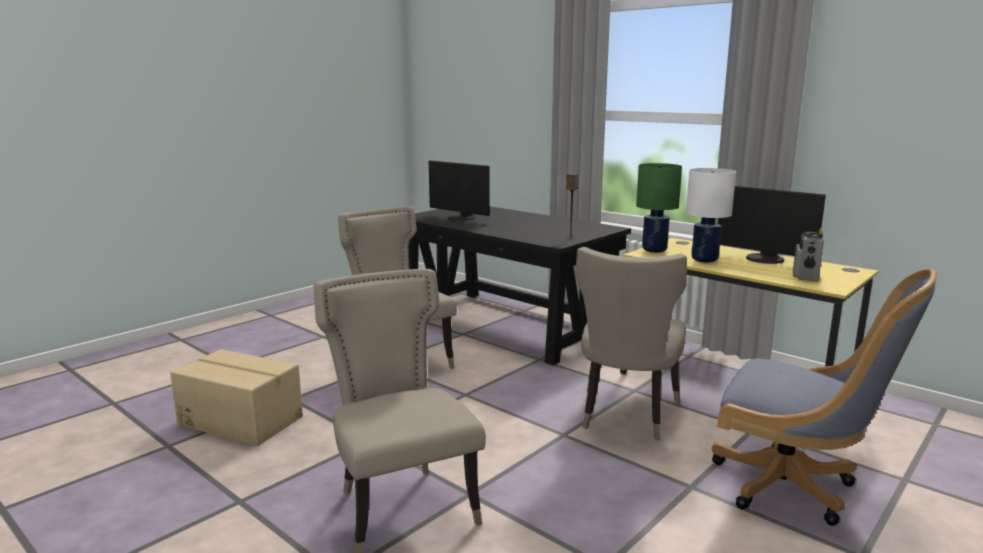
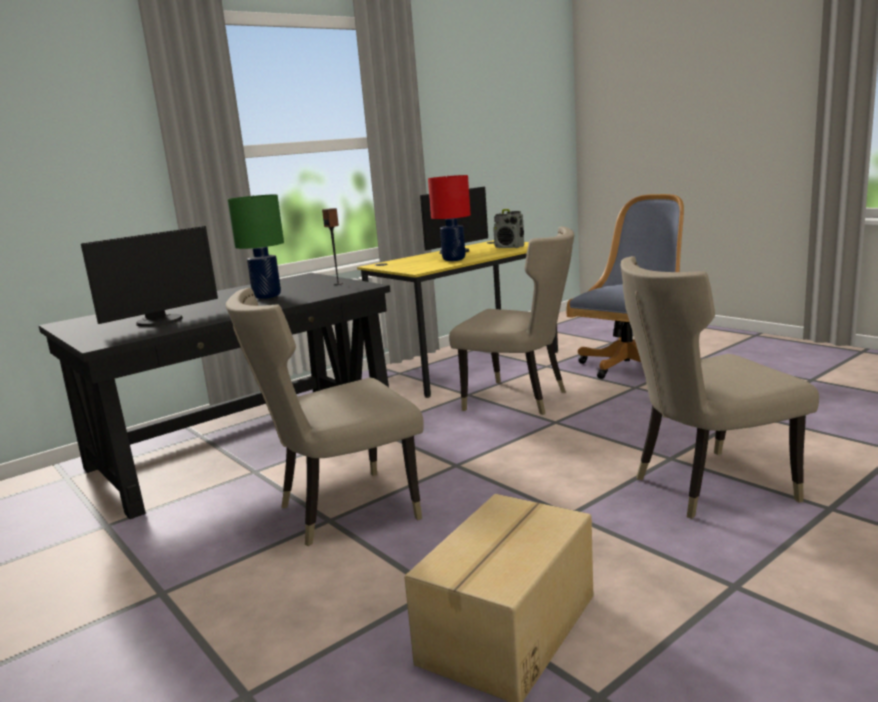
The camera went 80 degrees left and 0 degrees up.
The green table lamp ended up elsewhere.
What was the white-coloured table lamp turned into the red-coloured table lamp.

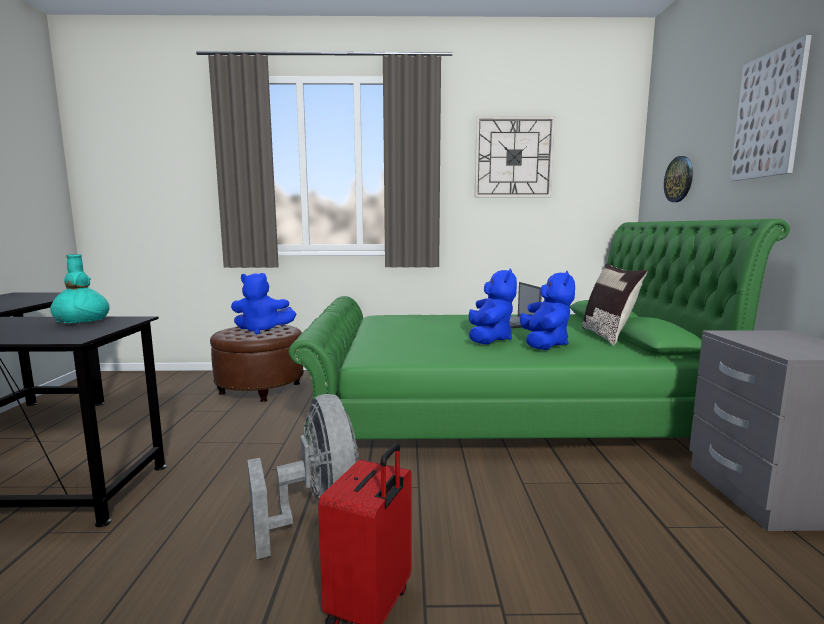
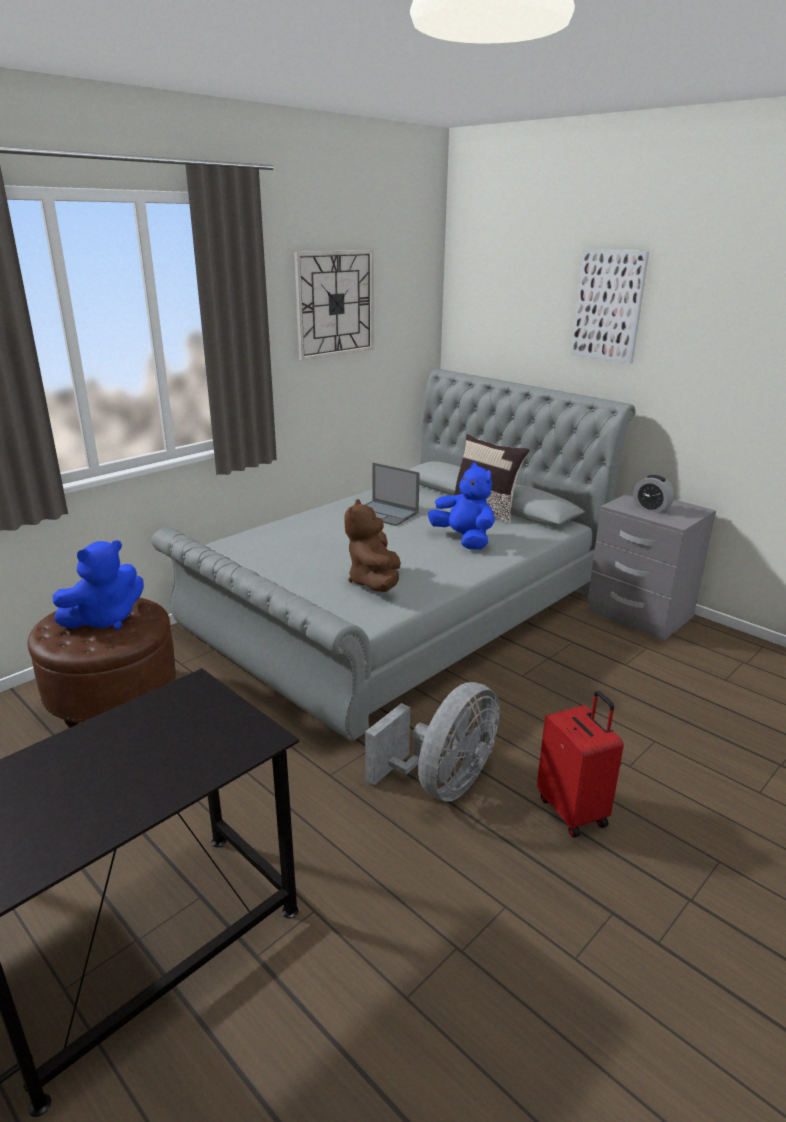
The camera went 45 degrees left and 15 degrees up.
The second view lost the blue-green flower vase.
The greyish cooling fan ended up facing another way, 105 degrees clockwise from before.
What was the green bed turned into the greyish bed.
The second view lost the bluish soft toy (2nd from left).
The second view lost the wall clock (2nd from left).
The second view gained the brown soft toy.
The second view gained the bedside clock.

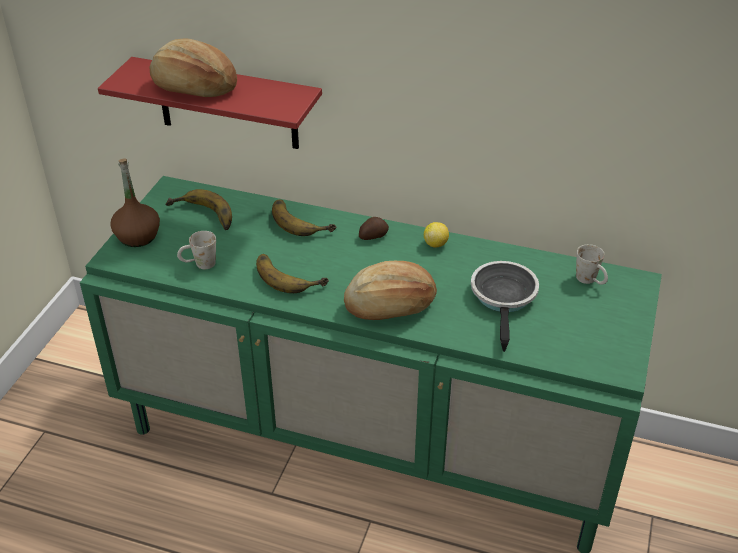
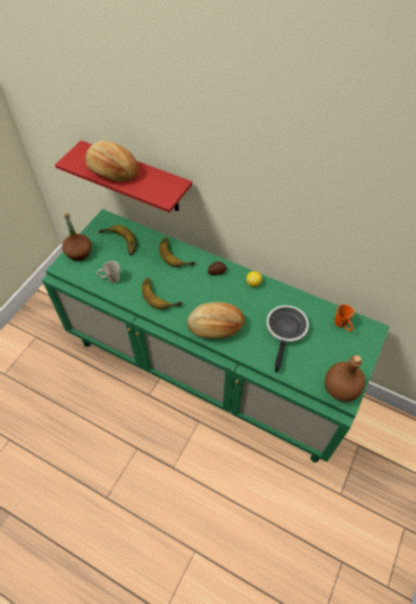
The camera went 10 degrees right and 15 degrees up.
What was the white-coloured mug (2nd from left) turned into the orangey mug.
The second view gained the brown bottle (2nd from left).

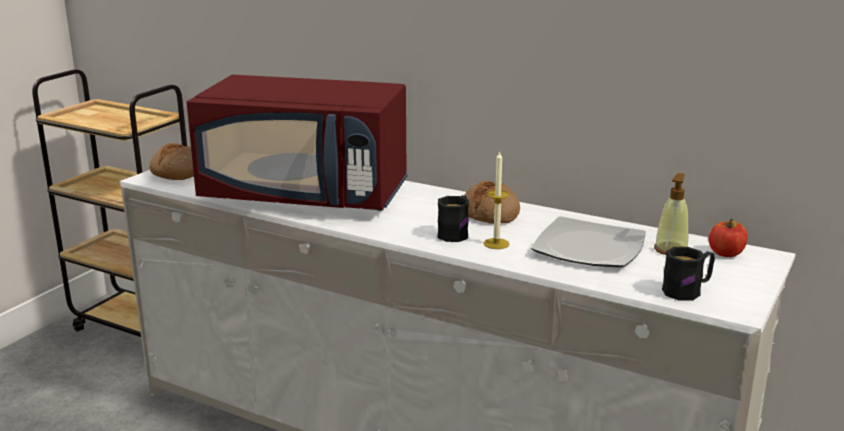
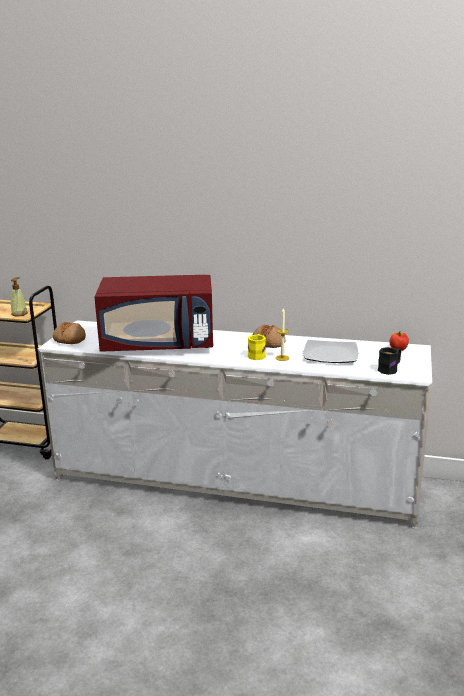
The camera went 15 degrees left and 0 degrees up.
What was the black-coloured mug (1st from left) turned into the yellow-coloured mug.
The liquid soap bottle ended up elsewhere.

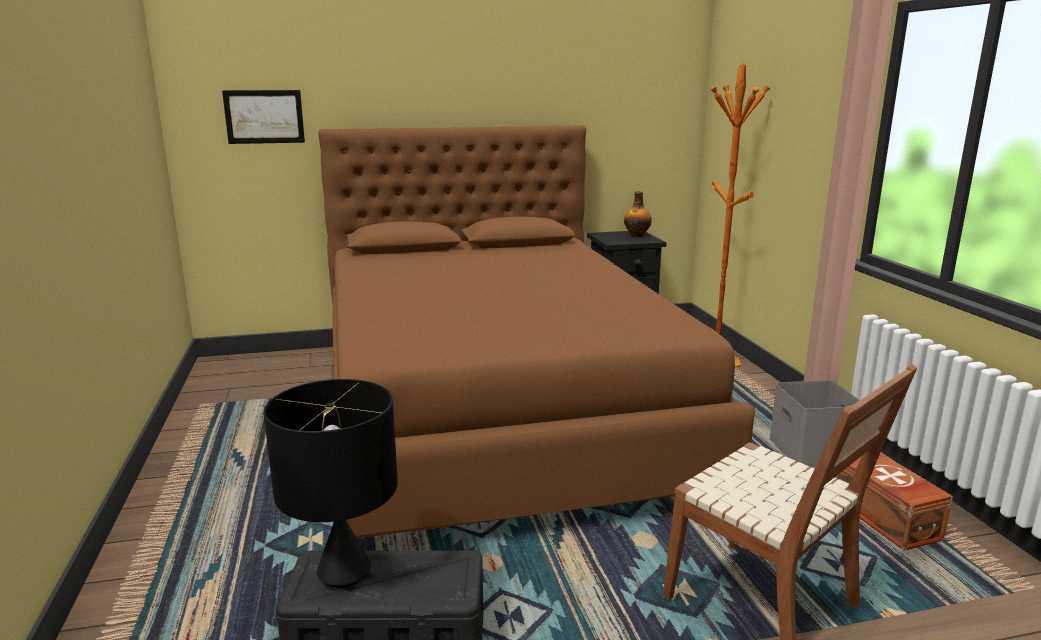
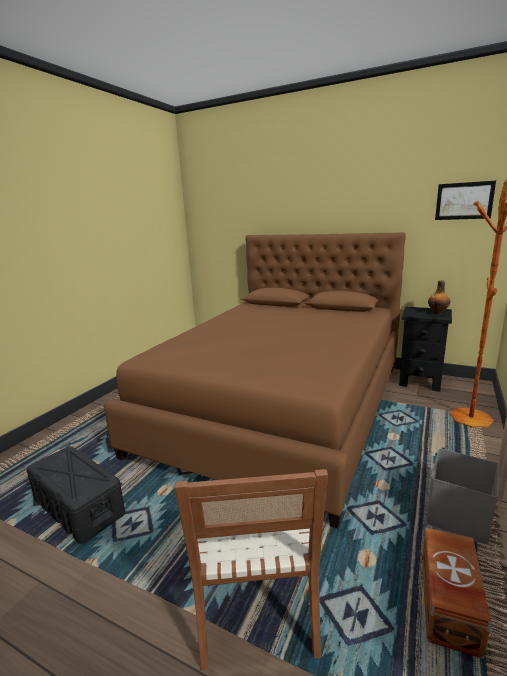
The camera went 40 degrees right and 0 degrees up.
The wall art ended up elsewhere.
The second view lost the black-coloured table lamp.

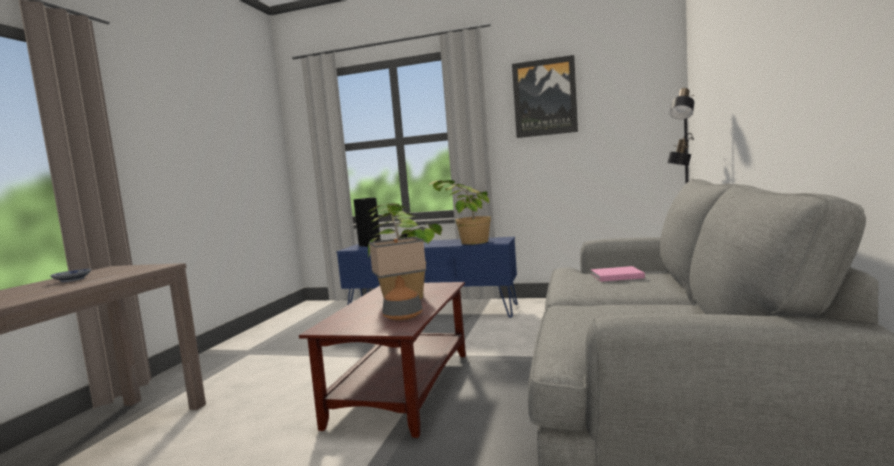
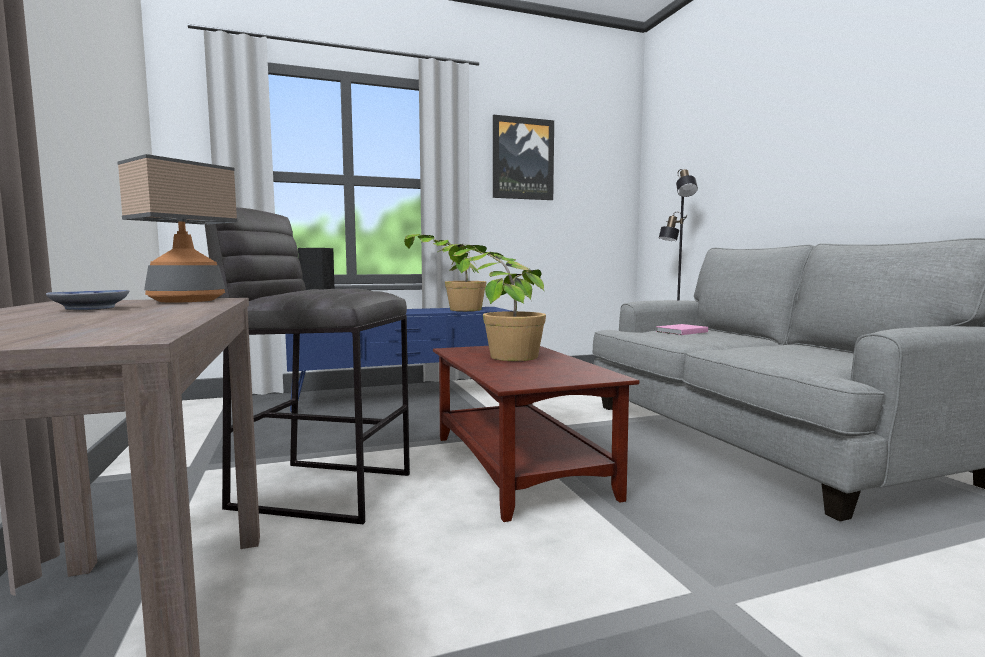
The camera went 35 degrees left and 0 degrees up.
The table lamp ended up elsewhere.
The second view gained the greyish stool.

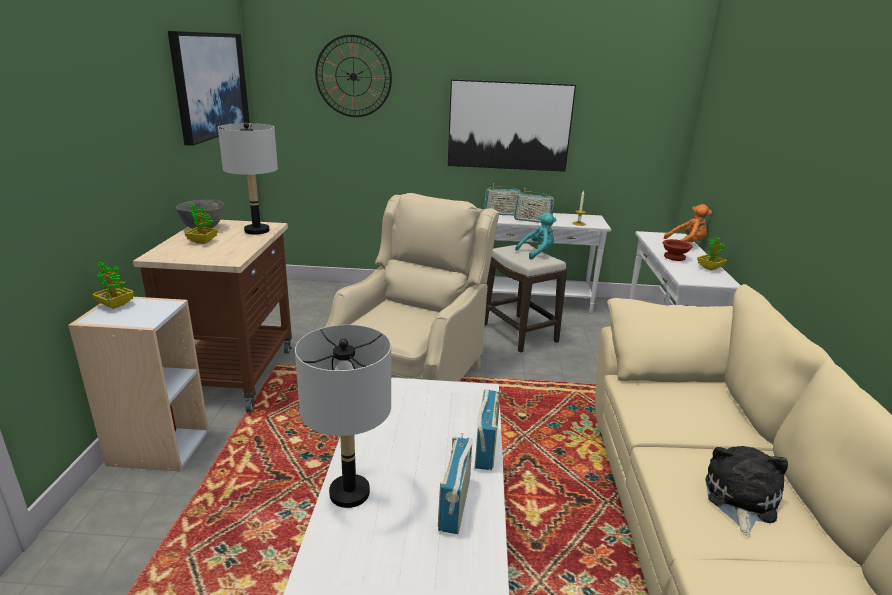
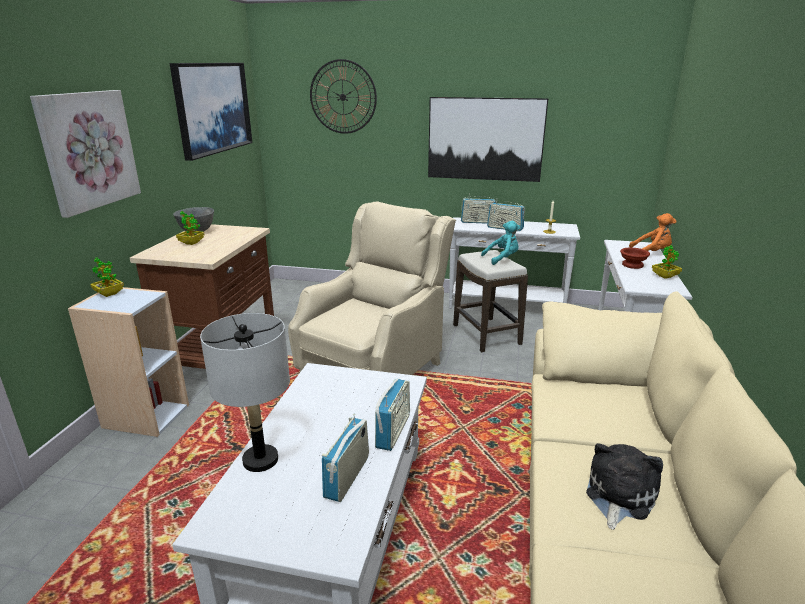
The camera went 10 degrees right and 0 degrees up.
The second view lost the greyish table lamp (1st from left).
The second view gained the wall art (1st from left).

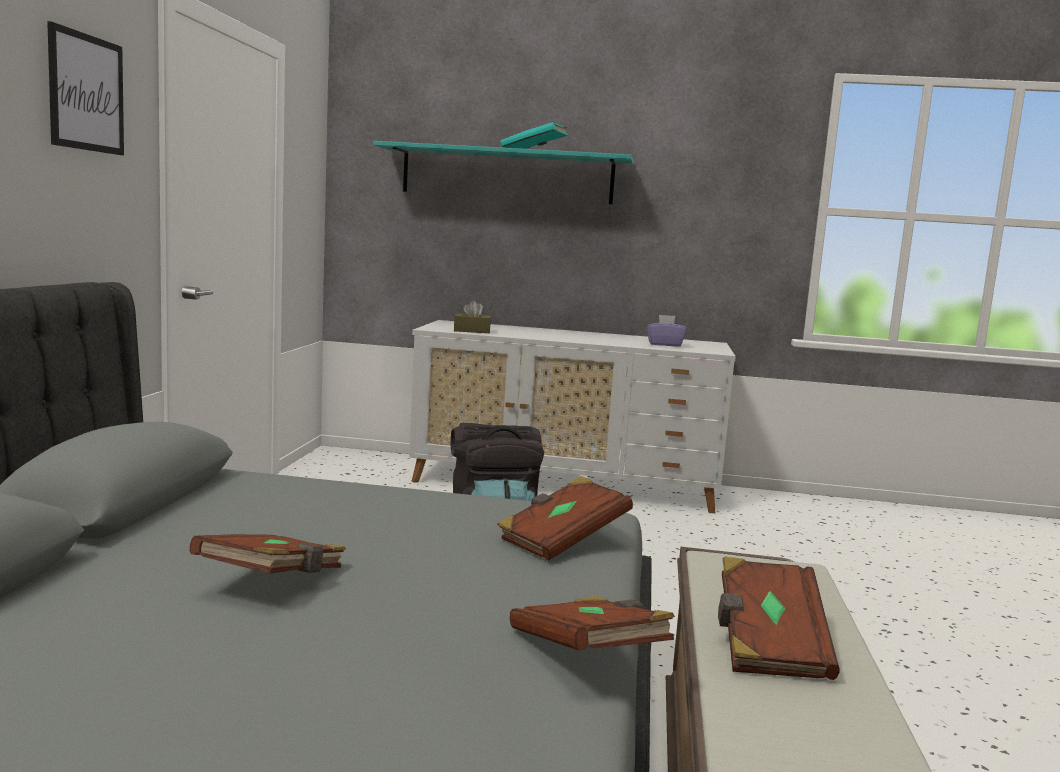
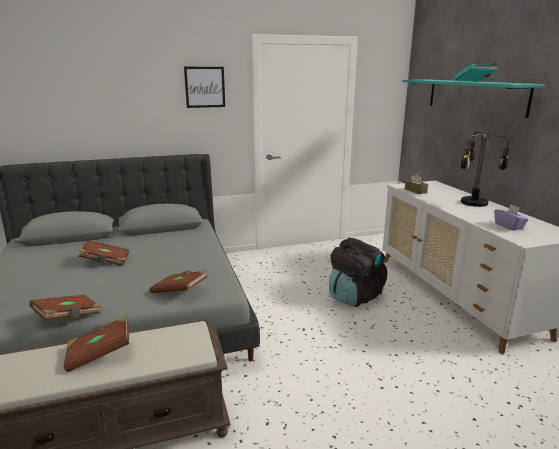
The camera went 65 degrees right and 10 degrees up.
The second view gained the table lamp.

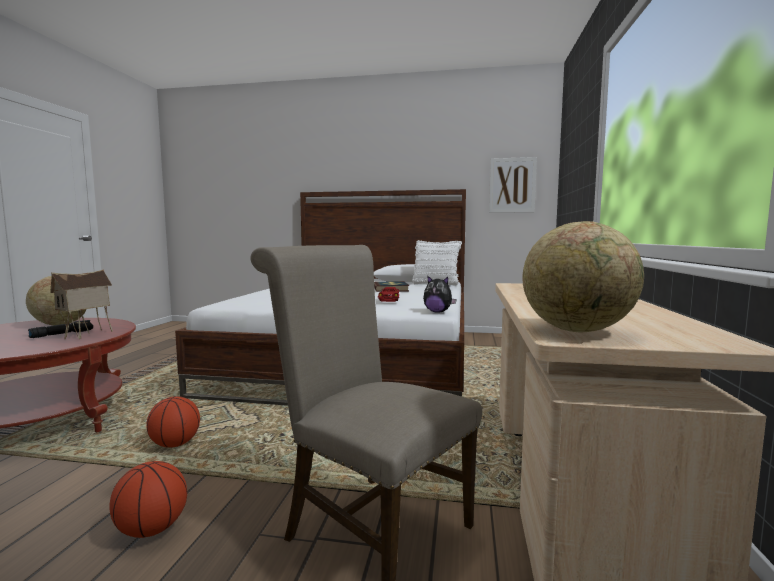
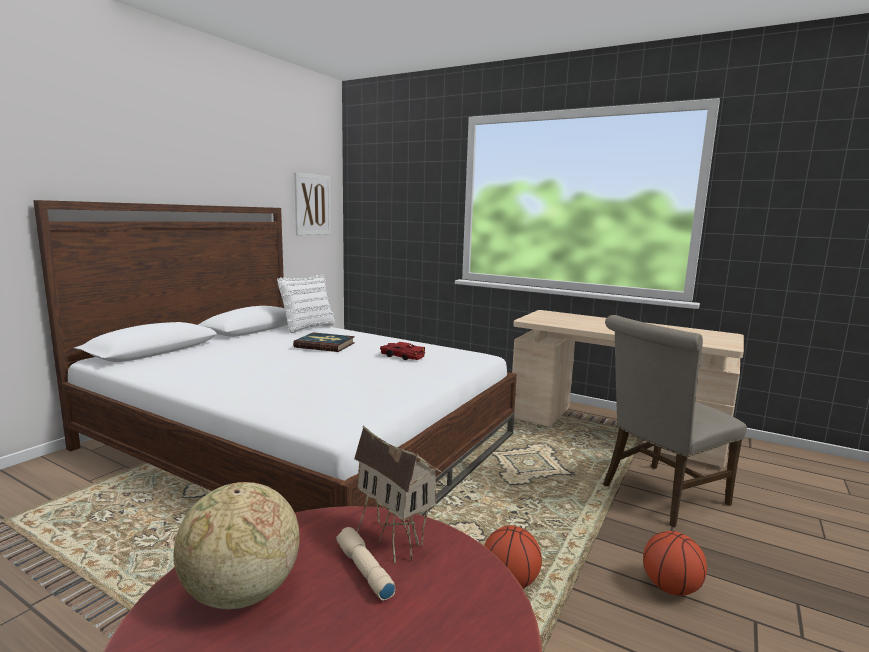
The camera went 70 degrees left and 5 degrees up.
What was the black-coloured hand torch turned into the beige hand torch.
The second view lost the soft toy.
The second view lost the globe (2nd from left).

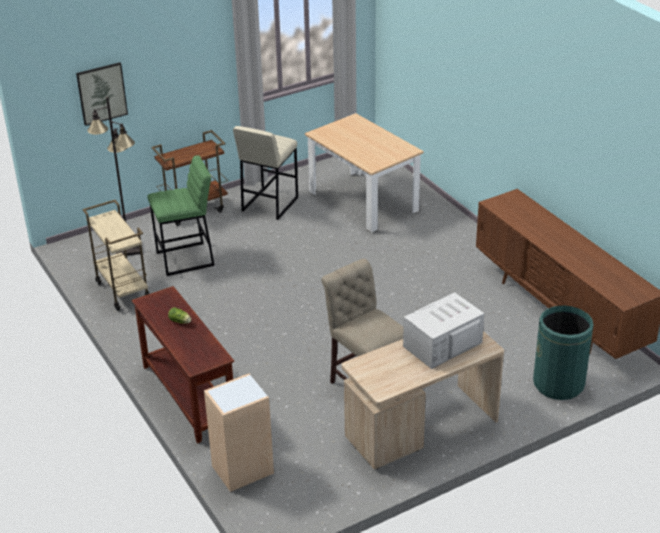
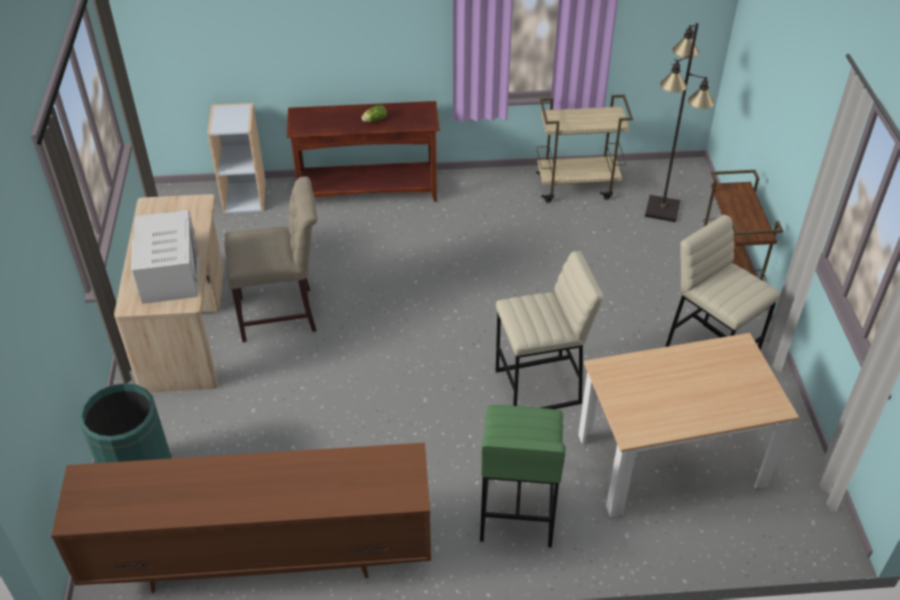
The camera went 115 degrees right and 10 degrees up.
The second view lost the wall art.
The green stool ended up elsewhere.
The second view gained the beige stool (1st from left).

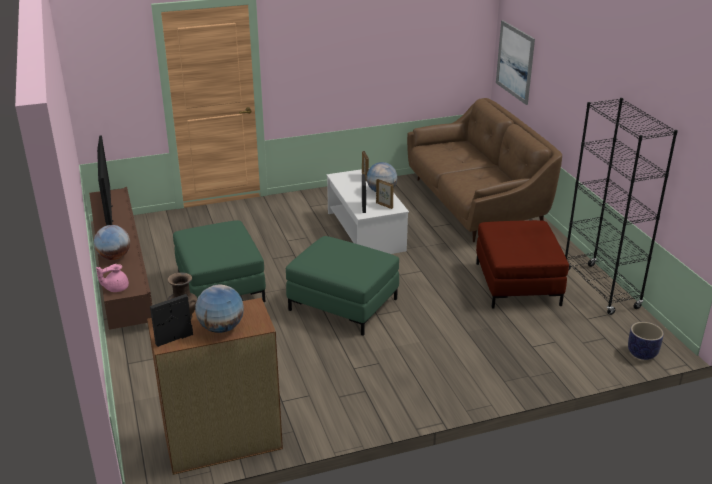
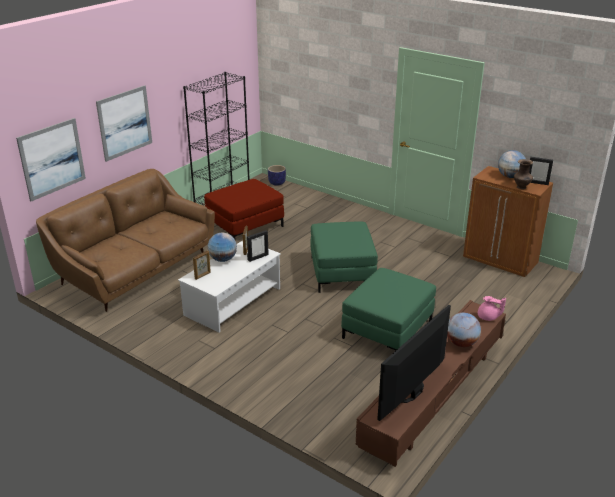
The camera went 125 degrees left and 0 degrees up.
The second view gained the wall art (2nd from left).

